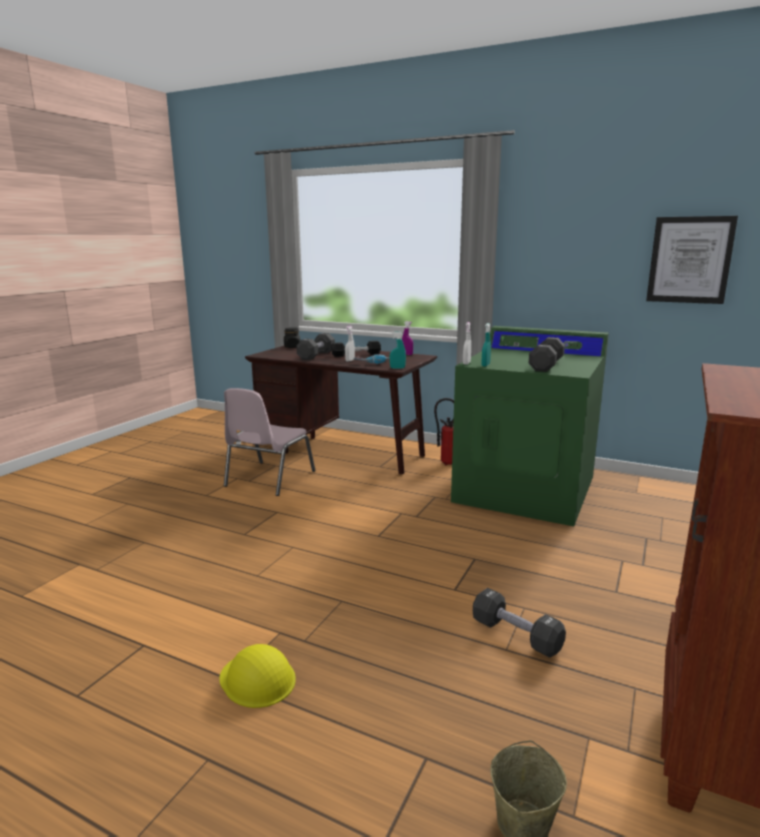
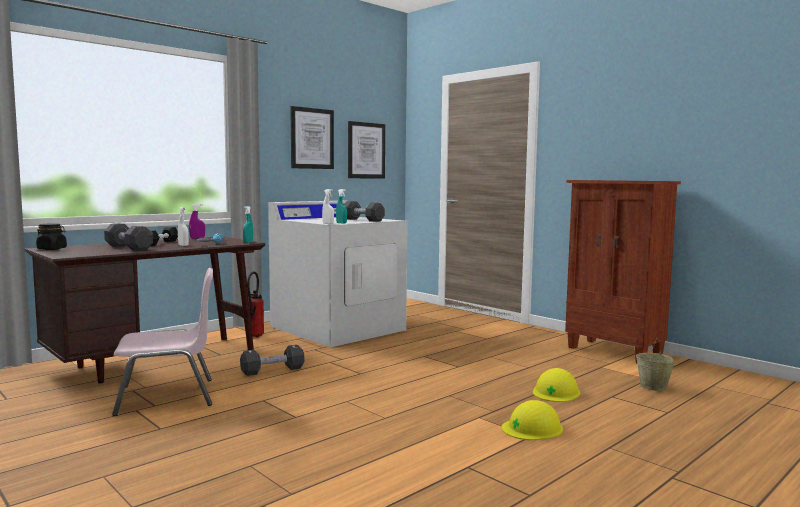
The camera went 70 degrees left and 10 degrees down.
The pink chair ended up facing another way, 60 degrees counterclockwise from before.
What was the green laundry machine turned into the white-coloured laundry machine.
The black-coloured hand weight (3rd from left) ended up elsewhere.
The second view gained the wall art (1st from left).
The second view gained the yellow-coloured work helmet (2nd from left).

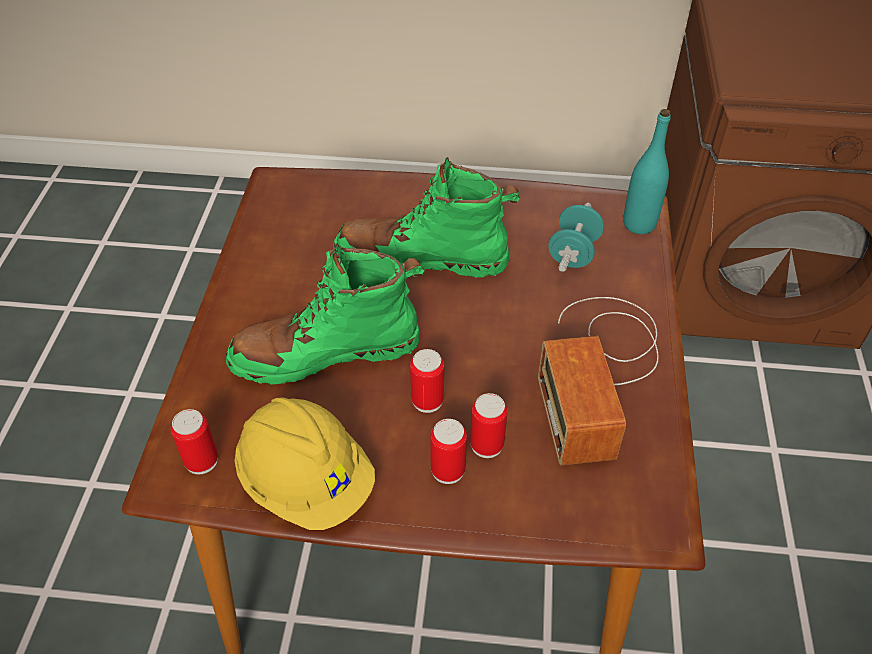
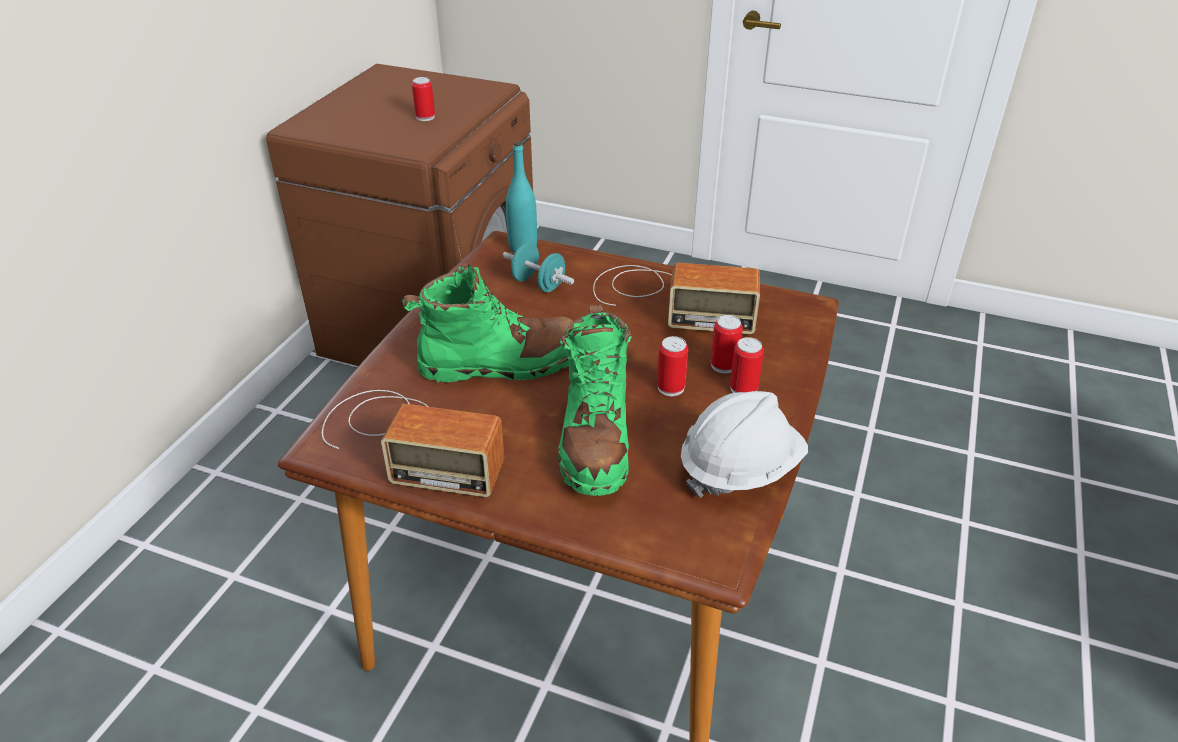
The camera went 75 degrees left and 10 degrees down.
The metal can (1st from left) ended up elsewhere.
What was the yellow-coloured work helmet turned into the white-coloured work helmet.
The green high-top boot (2nd from left in the first image) ended up facing another way, 120 degrees counterclockwise from before.
The second view gained the radio set (1st from left).

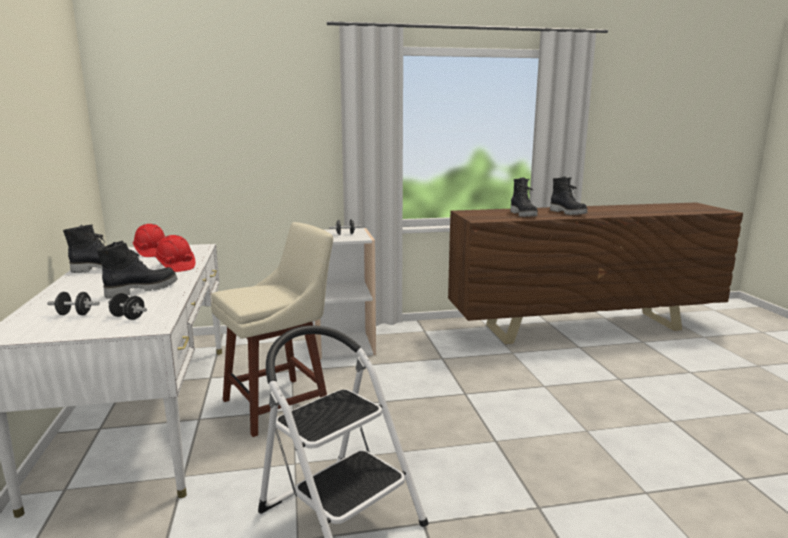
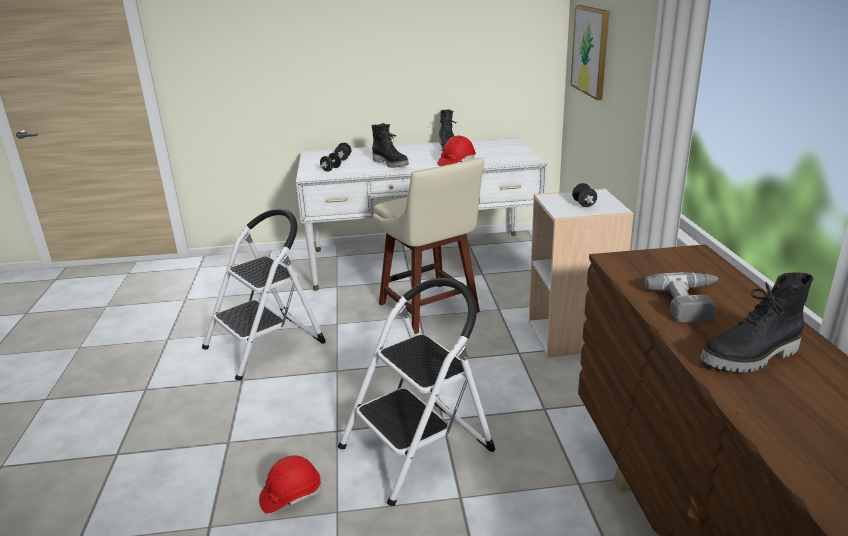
The camera went 95 degrees right and 10 degrees up.
The red-coloured work helmet (1st from left) ended up elsewhere.
Where the black-coloured high-top boot (3rd from left) stood, the drill came to stand.
The second view gained the step ladder (2nd from left).
The second view gained the wall art.

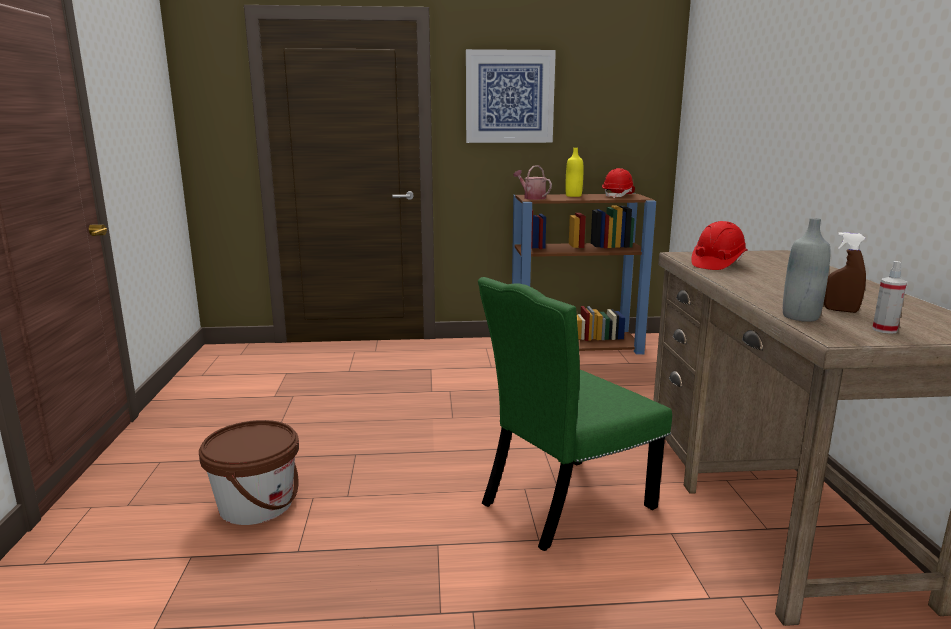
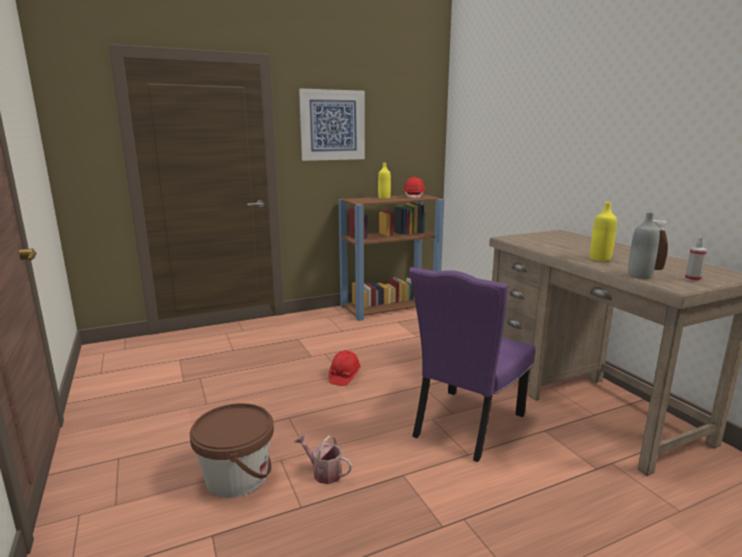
The camera went 20 degrees left and 0 degrees up.
What was the green chair turned into the purplish chair.
The watering can ended up elsewhere.
The red-coloured work helmet (2nd from left in the first image) ended up elsewhere.
The second view gained the yellow-coloured bottle (2nd from left).

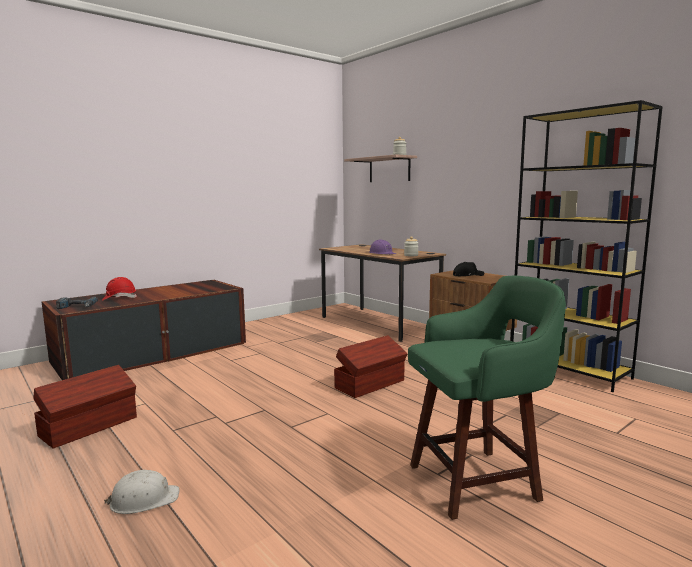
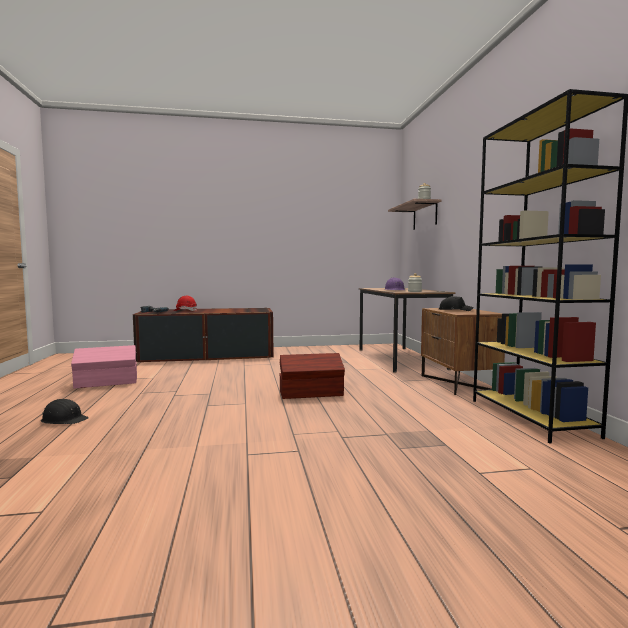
The camera went 30 degrees right and 5 degrees down.
What was the brown storage box (1st from left) turned into the pink storage box.
What was the white-coloured work helmet turned into the black-coloured work helmet.
The second view lost the green stool.

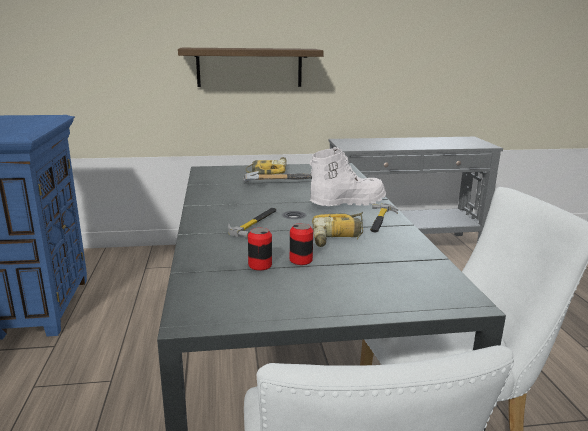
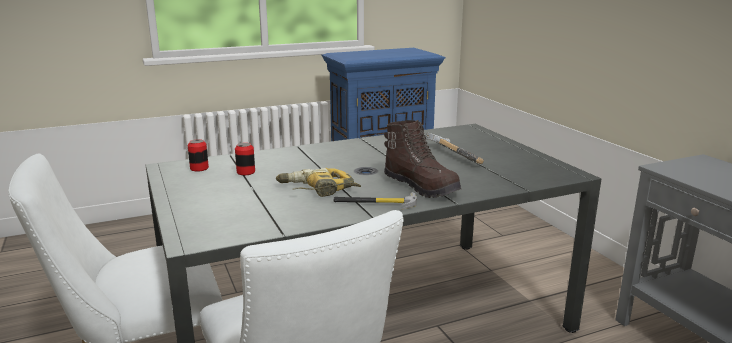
The camera went 75 degrees right and 0 degrees up.
The second view lost the bracket shelf.
The second view lost the tool hammer (1st from left).
The second view lost the drill (1st from left).
The metal can (2nd from left in the first image) ended up elsewhere.
What was the white-coloured high-top boot turned into the brown high-top boot.

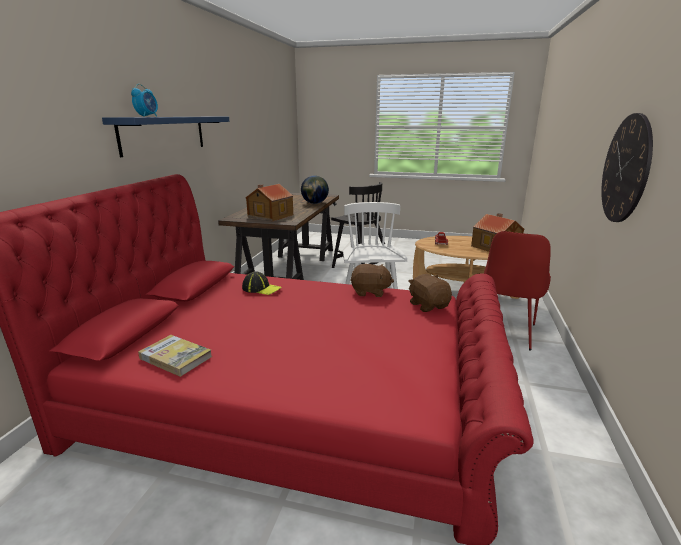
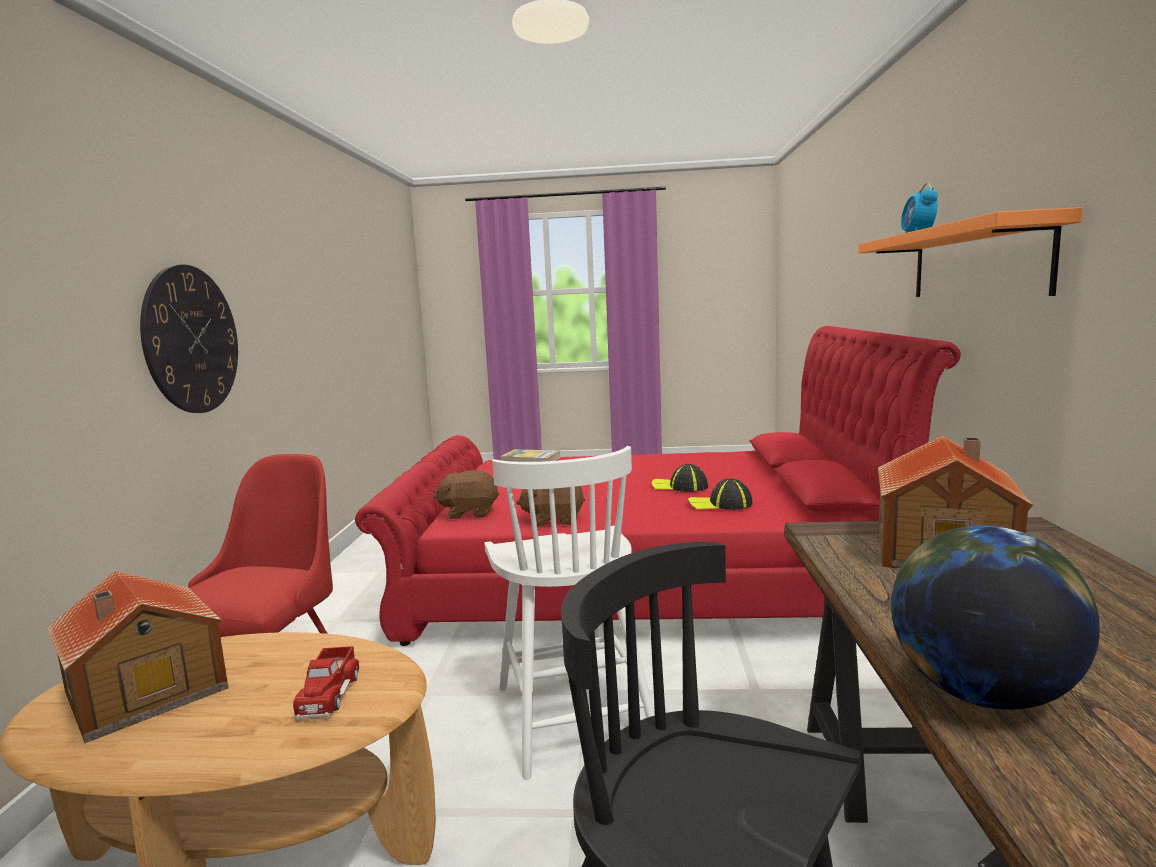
The camera went 170 degrees right and 10 degrees down.
What was the bluish bracket shelf turned into the orangey bracket shelf.
The book ended up elsewhere.
The brown soft toy (2nd from left in the first image) ended up facing another way, 120 degrees clockwise from before.
The second view gained the peaked cap (1st from left).

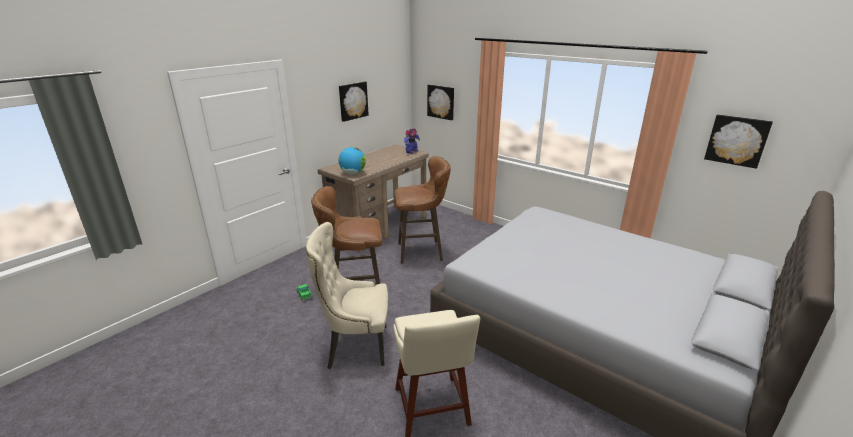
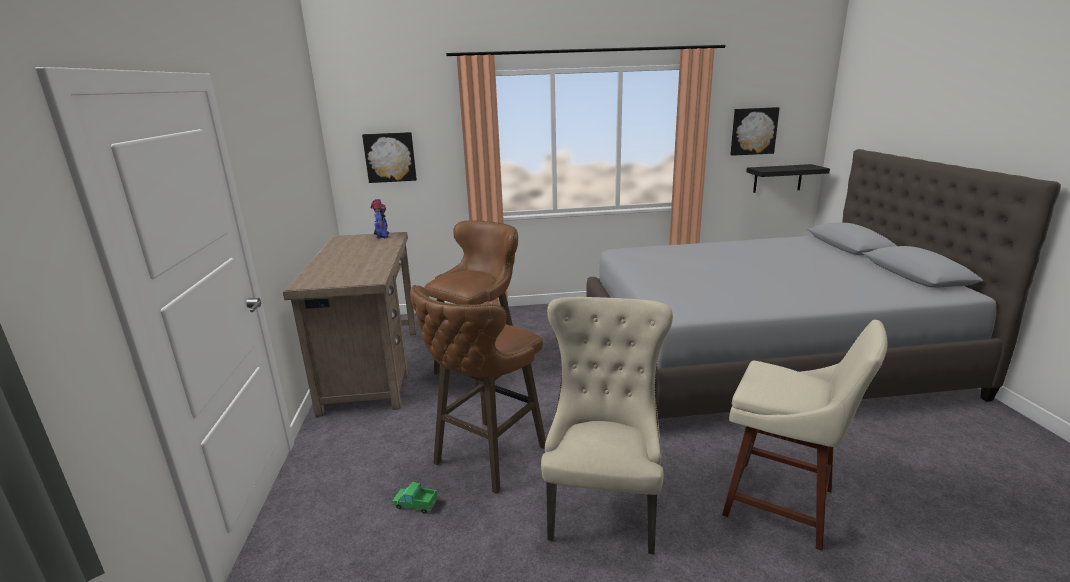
The camera went 45 degrees left and 5 degrees down.
The beige chair ended up facing another way, 150 degrees clockwise from before.
The second view lost the globe.
The second view lost the wall art (1st from left).
The second view gained the black-coloured bracket shelf.

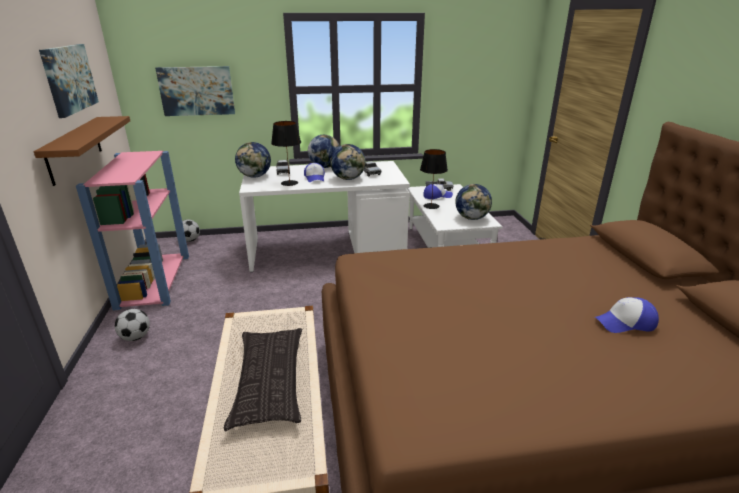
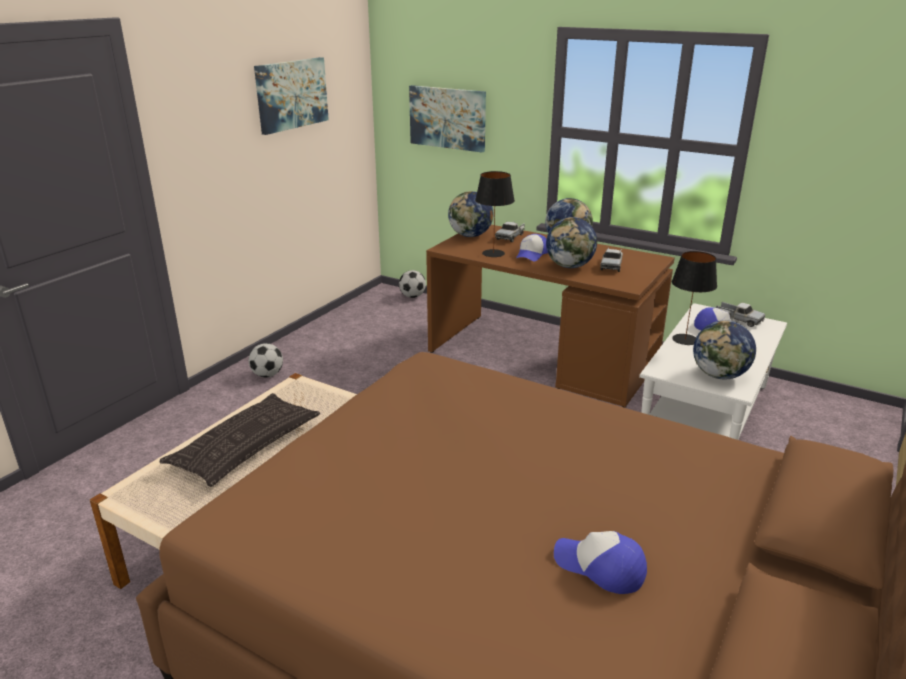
The camera went 40 degrees right and 0 degrees up.
The second view lost the brown bracket shelf.
The second view lost the pink bookcase.
What was the white-coloured desk unit turned into the brown desk unit.

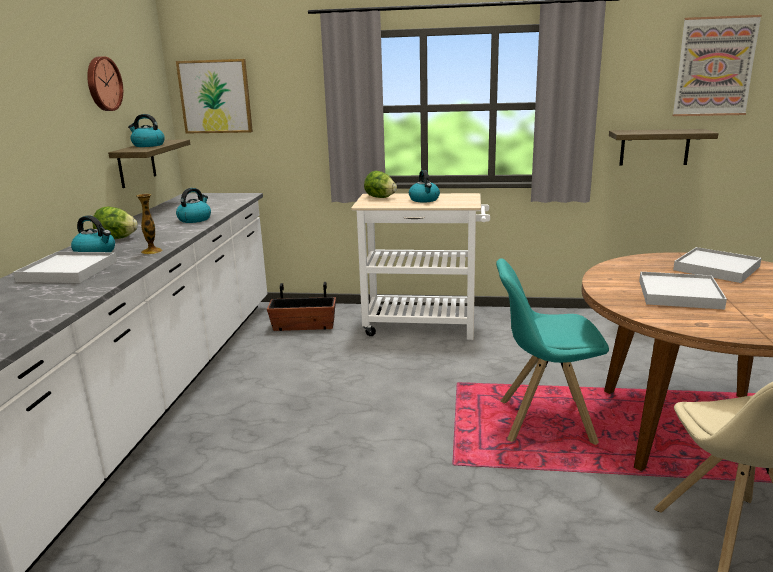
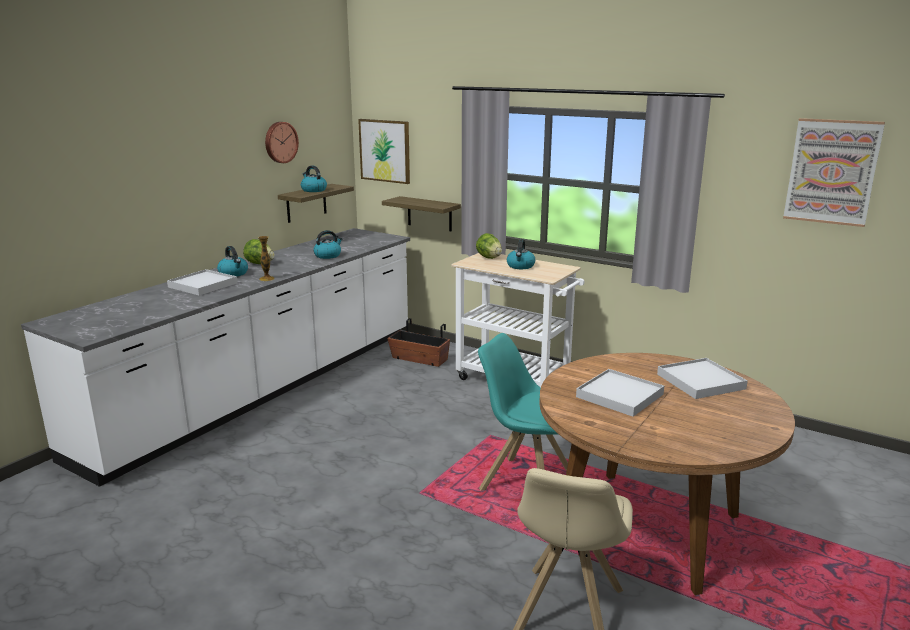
The camera went 25 degrees right and 0 degrees up.
The bracket shelf (2nd from left) ended up elsewhere.

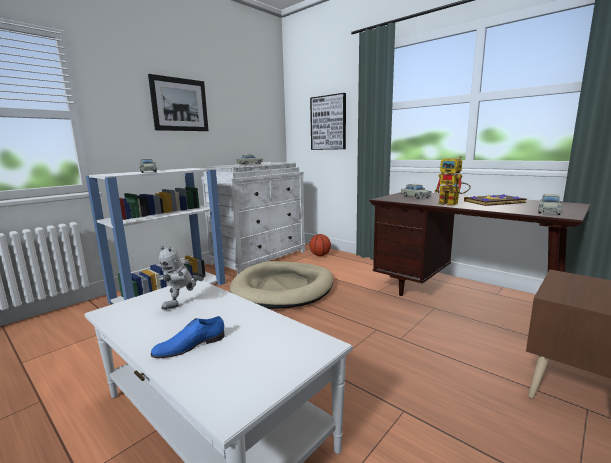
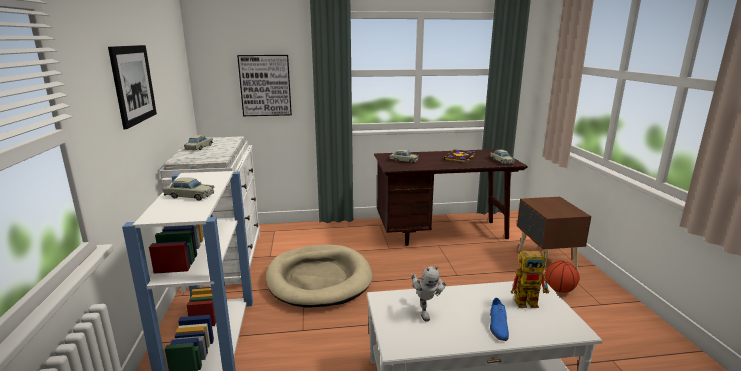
The camera went 50 degrees left and 5 degrees up.
The ball for basketball ended up elsewhere.
The toy robot (2nd from left) ended up elsewhere.

